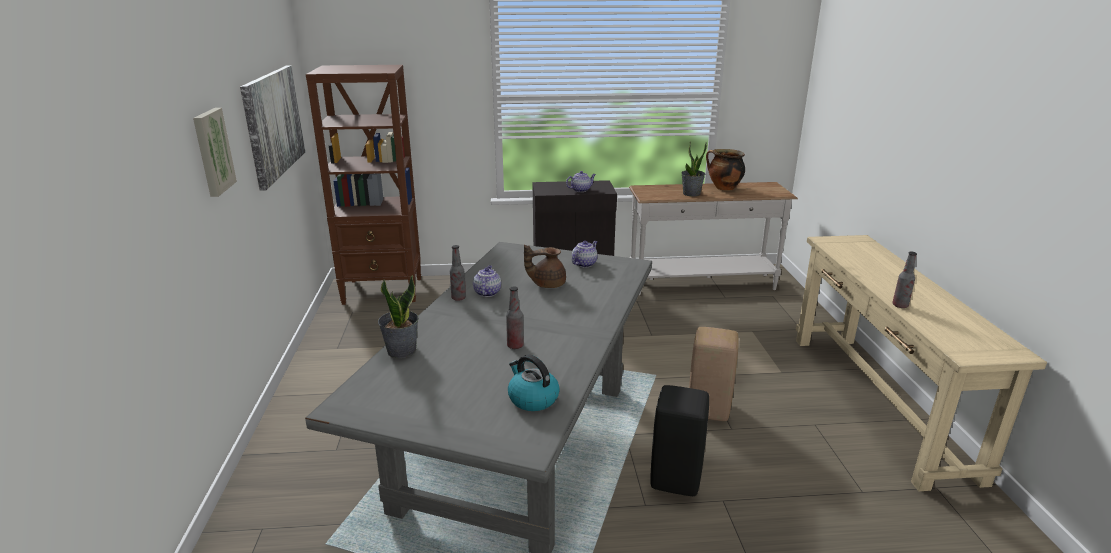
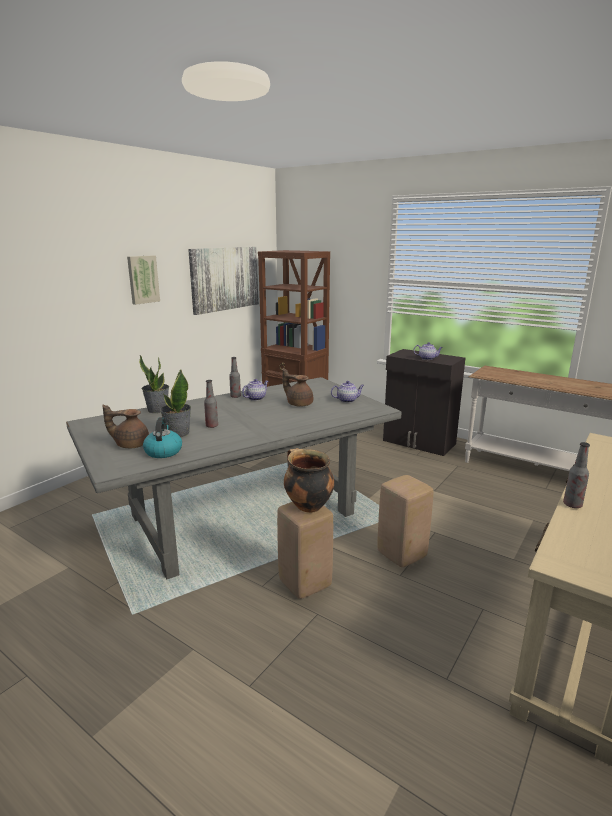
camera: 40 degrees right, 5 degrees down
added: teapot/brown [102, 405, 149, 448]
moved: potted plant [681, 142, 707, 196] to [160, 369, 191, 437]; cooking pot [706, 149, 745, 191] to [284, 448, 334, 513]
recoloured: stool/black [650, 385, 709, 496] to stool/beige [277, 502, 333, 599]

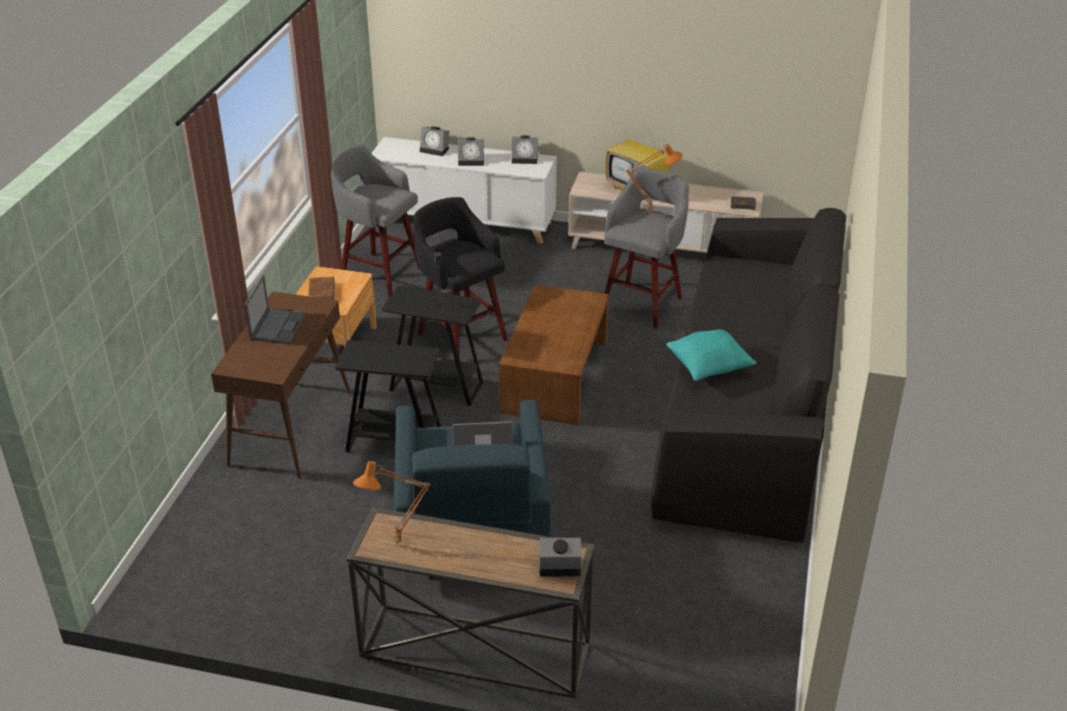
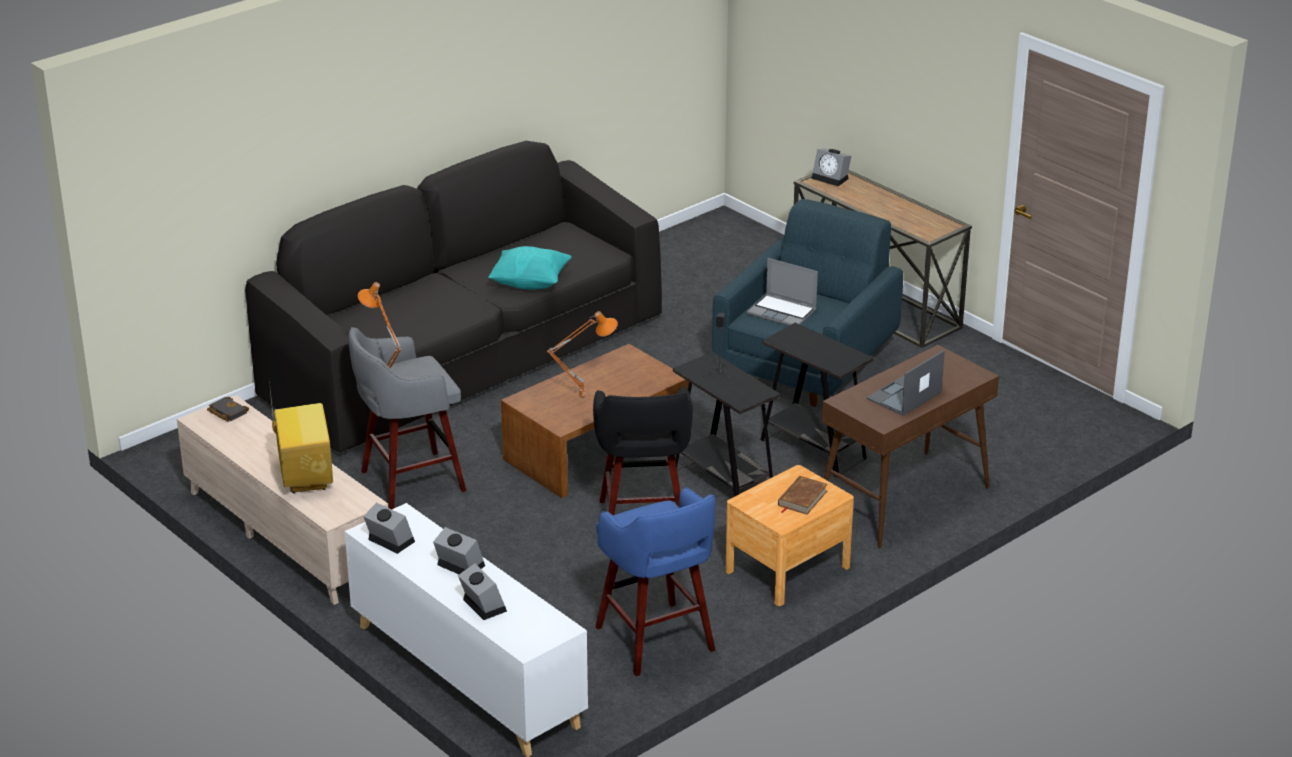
camera: 145 degrees left, 5 degrees down
moved: table lamp/orange [353, 461, 431, 545] to [547, 311, 618, 400]
recoloured: stool/grey [331, 144, 419, 297] to stool/blue [595, 487, 715, 676]

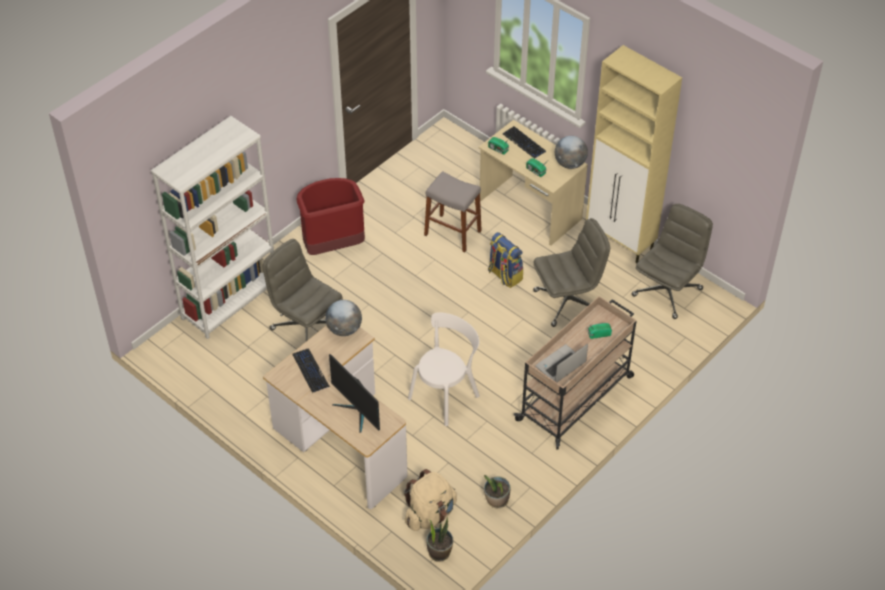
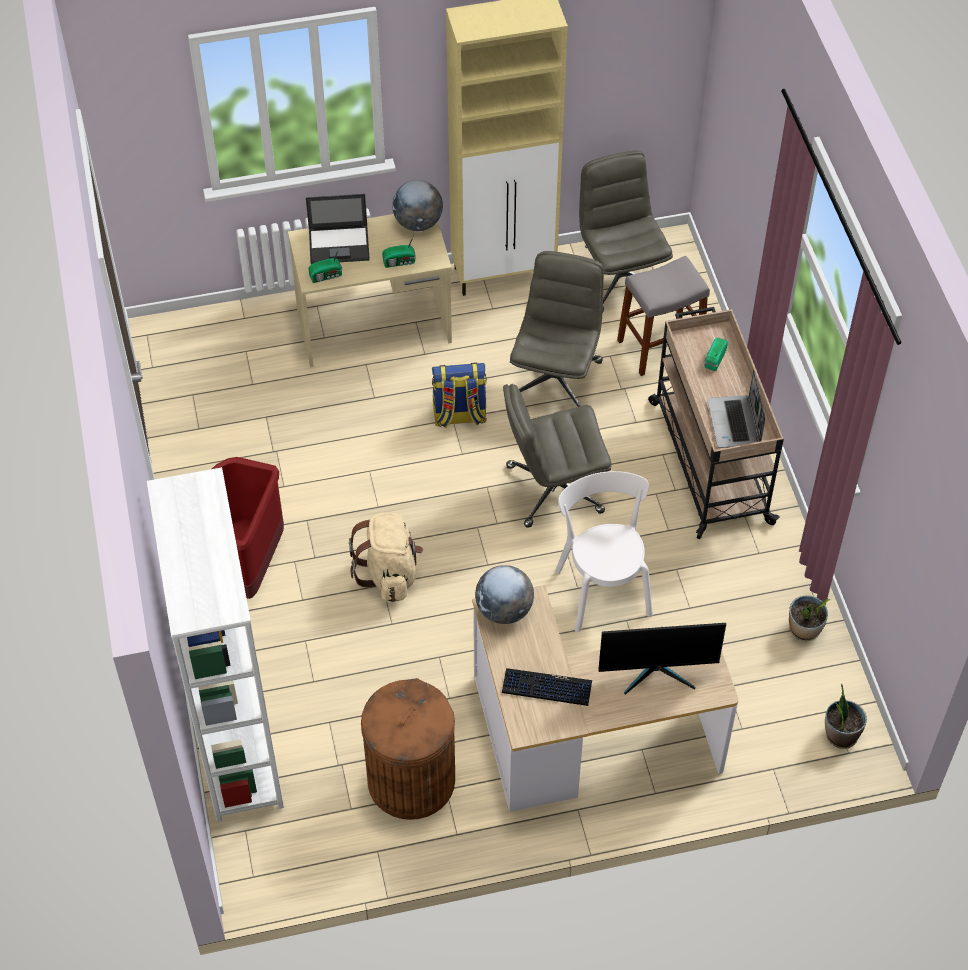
camera: 55 degrees left, 5 degrees up
added: trash can/brown [361, 678, 455, 820]
moved: backpack/beige [404, 469, 457, 531] to [349, 512, 423, 602]; office chair/grey [263, 239, 343, 341] to [503, 384, 612, 528]; stool/grey [424, 171, 482, 252] to [617, 256, 710, 376]
replaced: keyboard [503, 126, 546, 159] to laptop [306, 194, 370, 264]

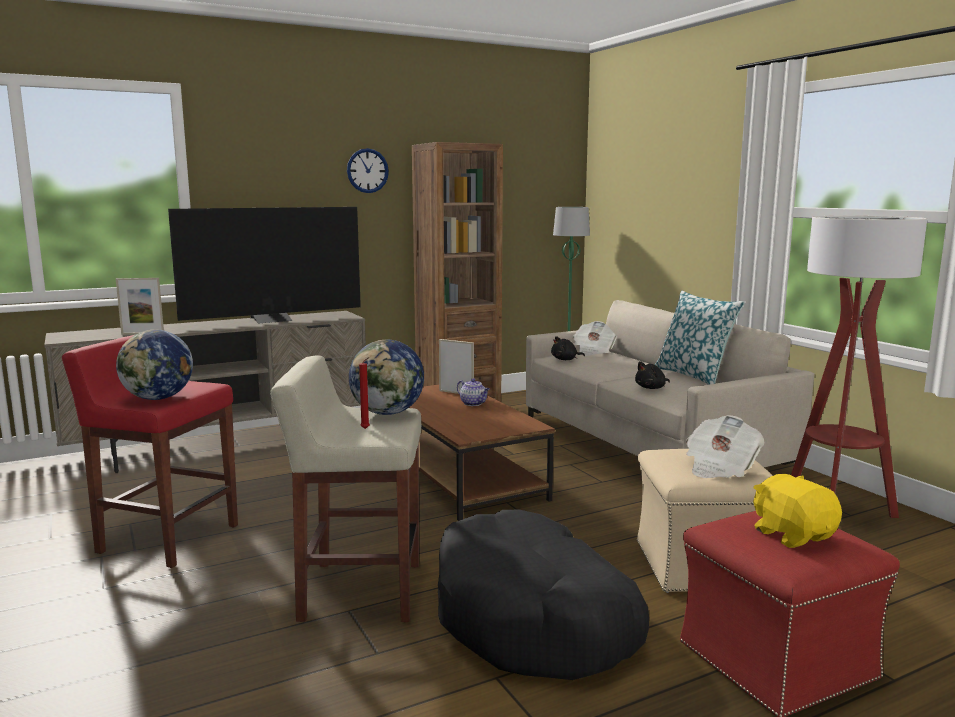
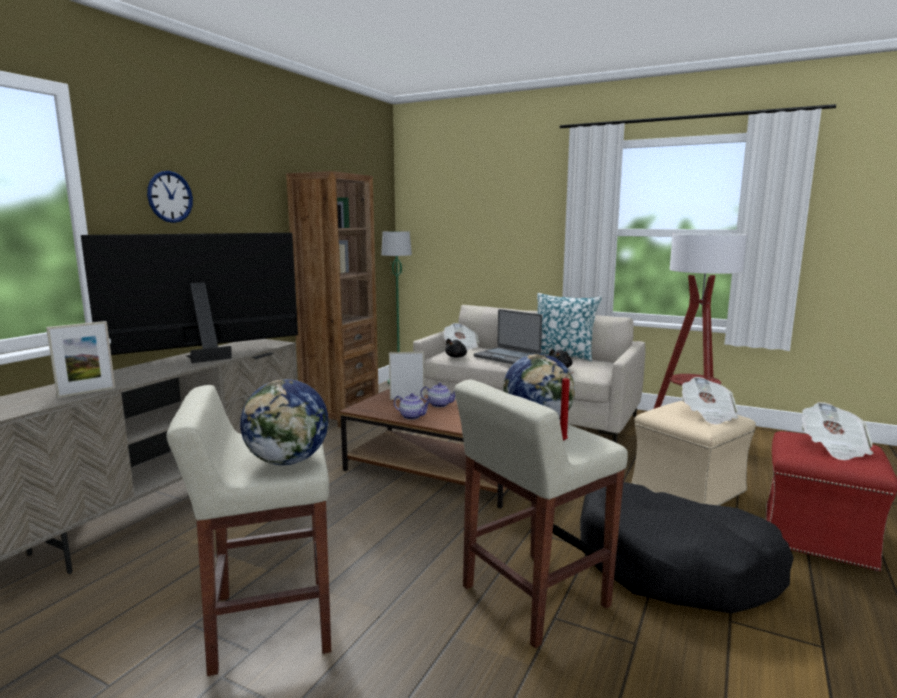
camera: 35 degrees left, 0 degrees up
added: teapot [394, 393, 431, 420]; laptop [474, 309, 542, 364]
moved: wall clock [347, 148, 389, 193] to [147, 171, 193, 223]
replaced: plush toy/yellow [753, 474, 842, 548] to newspaper [801, 402, 873, 460]
recoloured: stool/red [62, 335, 238, 568] to stool/beige [166, 385, 331, 676]
turned: television [168, 207, 361, 323] = [81, 233, 298, 363] 150 degrees counterclockwise

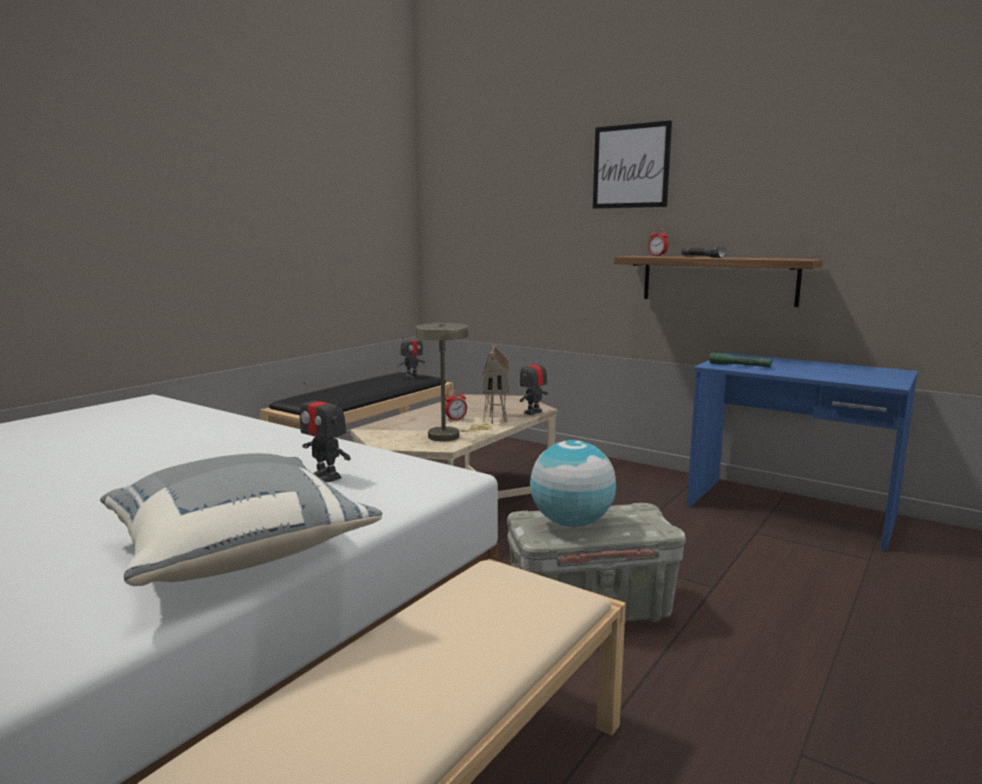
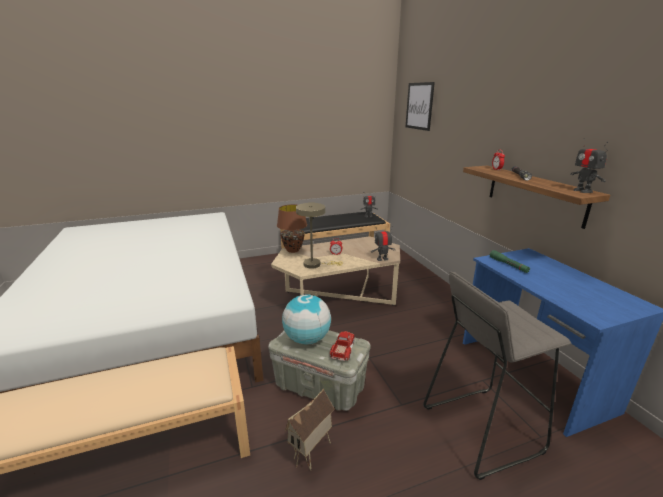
camera: 35 degrees right, 10 degrees up
removed: pillow/grey [100, 453, 382, 586]
added: table lamp/brown [277, 204, 307, 253]; toy truck [329, 331, 354, 361]; stool/grey [423, 271, 571, 480]
moved: toy house [483, 346, 510, 424] to [285, 389, 334, 471]; picture [593, 120, 672, 209] to [406, 82, 435, 131]; toy robot [300, 382, 351, 482] to [570, 138, 608, 193]

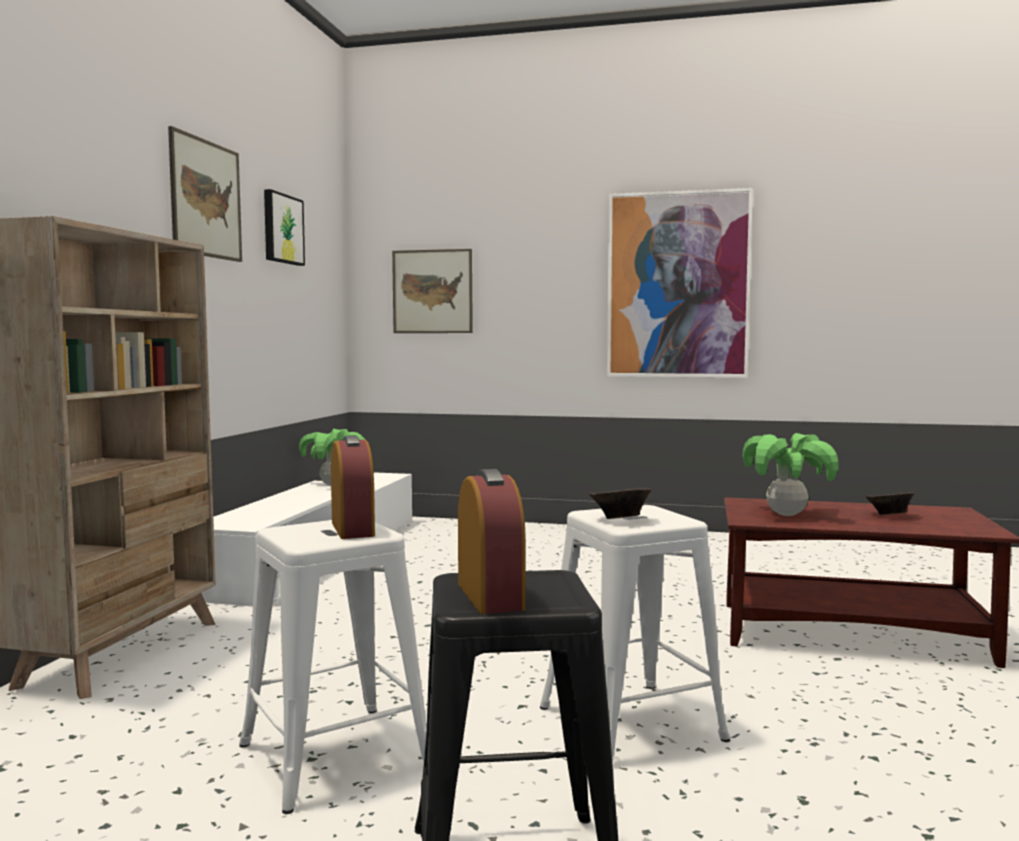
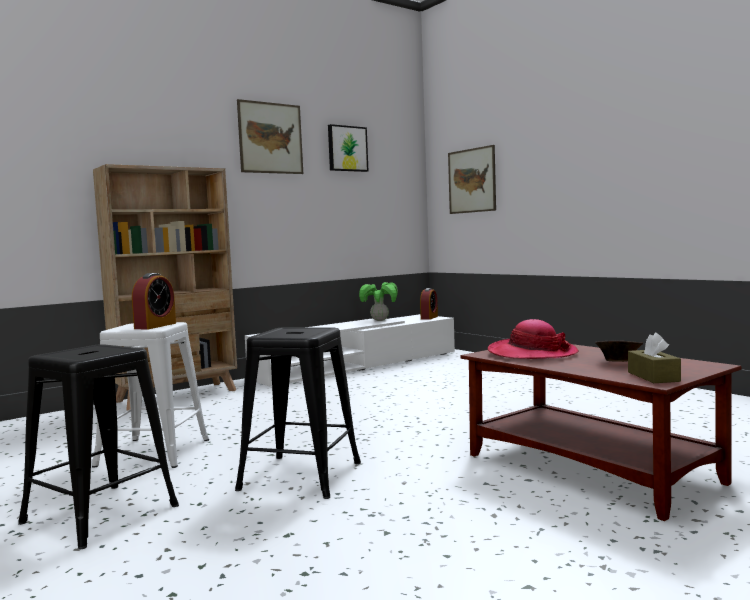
camera: 40 degrees right, 0 degrees up
removed: bowl/brown [589, 488, 651, 519]; picture [607, 188, 753, 378]
added: tissue box/brown [628, 332, 681, 383]
moved: alarm clock [458, 469, 525, 614] to [420, 288, 438, 320]
replaced: potted plant [742, 433, 838, 516] to hat [488, 319, 579, 359]
recoloured: stool/white [540, 505, 730, 759] to stool/black [235, 327, 361, 499]

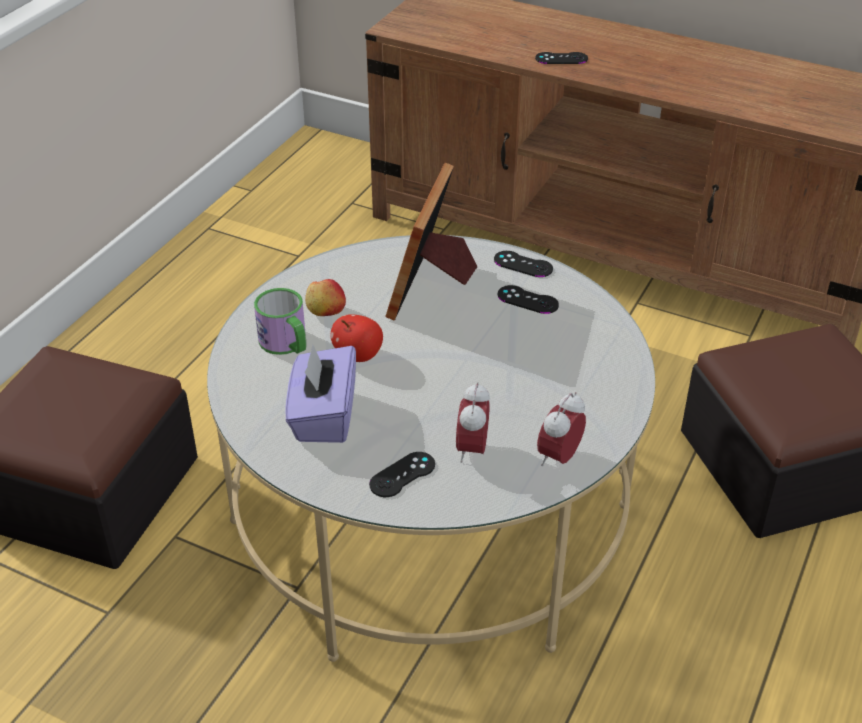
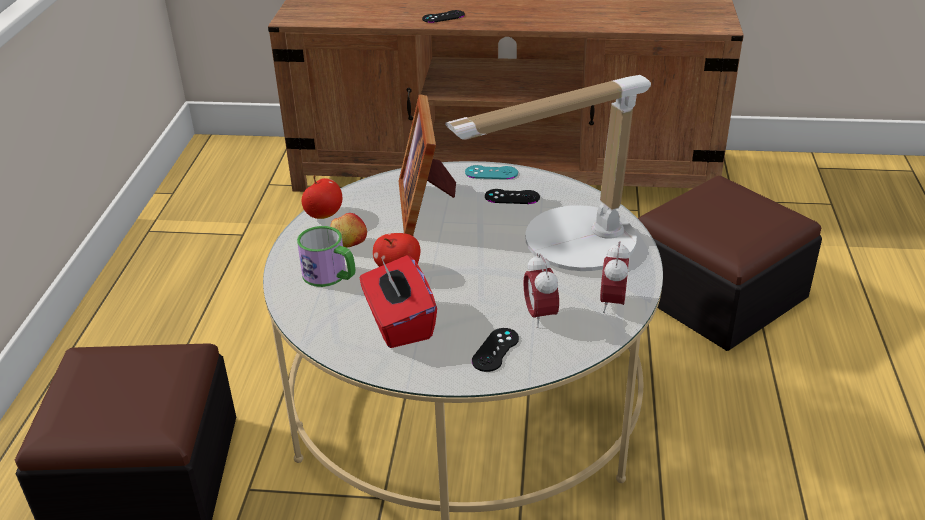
camera: 20 degrees left, 5 degrees down
added: apple [302, 175, 342, 219]; table lamp [445, 75, 651, 271]
recoloured: tissue box/purple [285, 344, 356, 443] to tissue box/red [360, 255, 437, 348]; game controller/black [494, 251, 553, 277] to game controller/turquoise [465, 165, 518, 179]

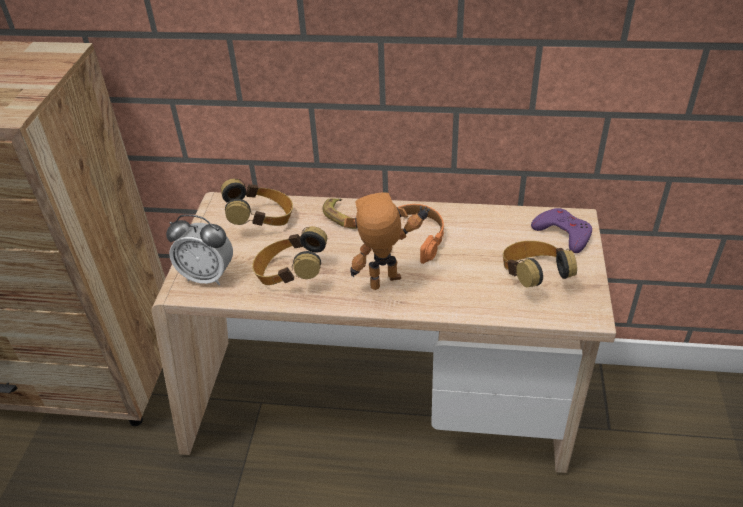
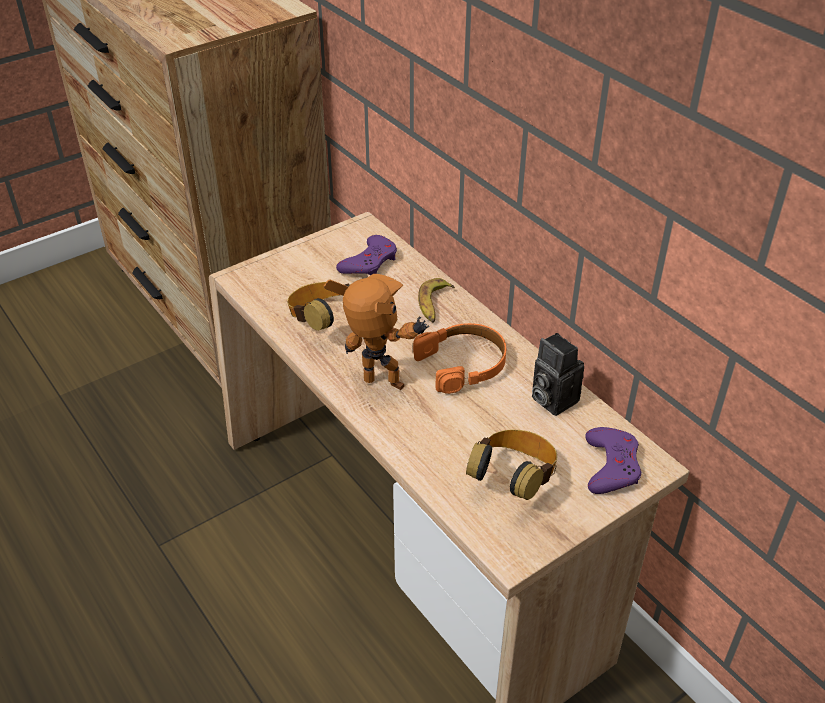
camera: 45 degrees right, 0 degrees up
removed: alarm clock [166, 214, 233, 285]
added: photo camera [532, 333, 584, 416]
replaced: headphones [221, 179, 293, 226] to game controller/purple [336, 235, 397, 275]

